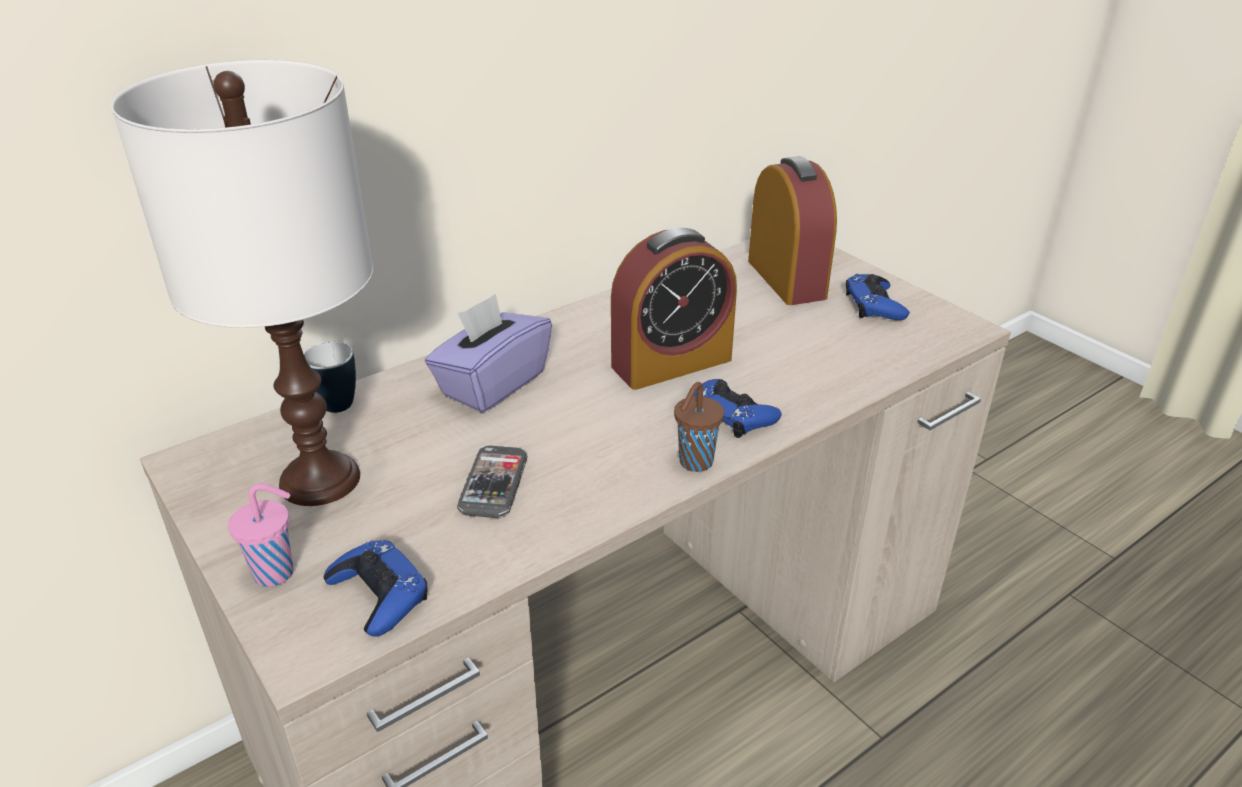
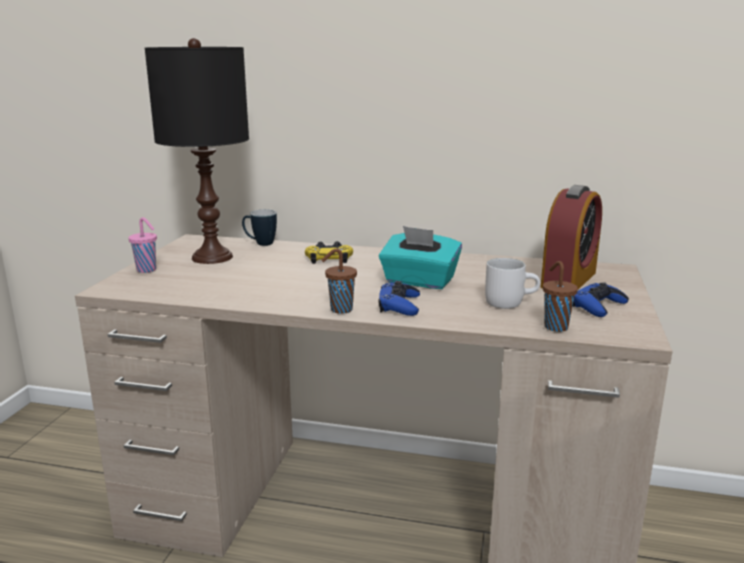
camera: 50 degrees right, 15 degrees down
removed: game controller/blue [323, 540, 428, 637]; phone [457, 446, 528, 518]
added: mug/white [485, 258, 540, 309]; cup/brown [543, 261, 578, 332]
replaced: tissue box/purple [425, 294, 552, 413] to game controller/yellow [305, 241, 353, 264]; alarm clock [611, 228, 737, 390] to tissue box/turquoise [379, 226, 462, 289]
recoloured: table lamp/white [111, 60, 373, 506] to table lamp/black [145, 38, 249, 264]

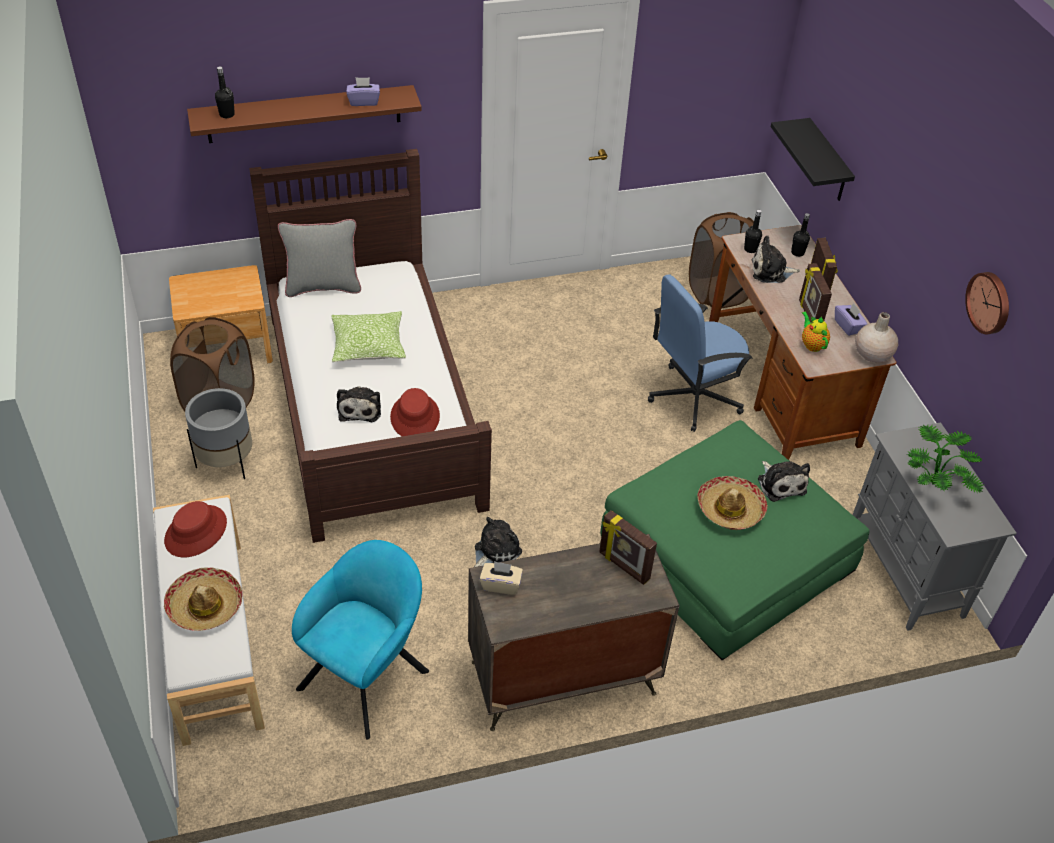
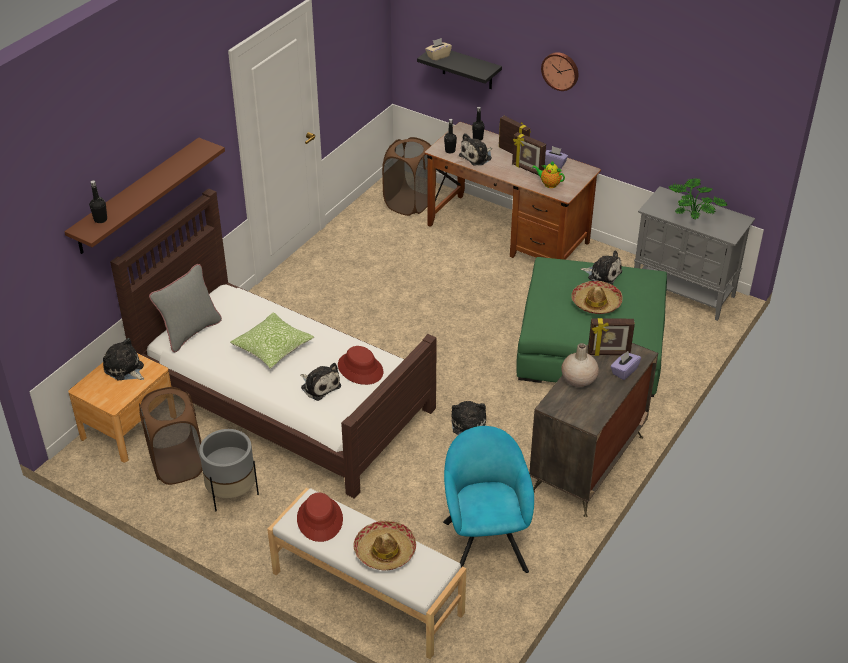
camera: 40 degrees left, 5 degrees down
removed: office chair/blue [648, 274, 753, 432]
added: plush toy [103, 338, 144, 381]
moved: tissue box/beige [480, 561, 523, 595] to [425, 38, 452, 61]; wall clock [965, 272, 1009, 334] to [541, 52, 579, 91]; vase/beige [855, 312, 898, 362] to [561, 343, 599, 387]; tissue box/purple [346, 77, 380, 106] to [611, 351, 641, 380]

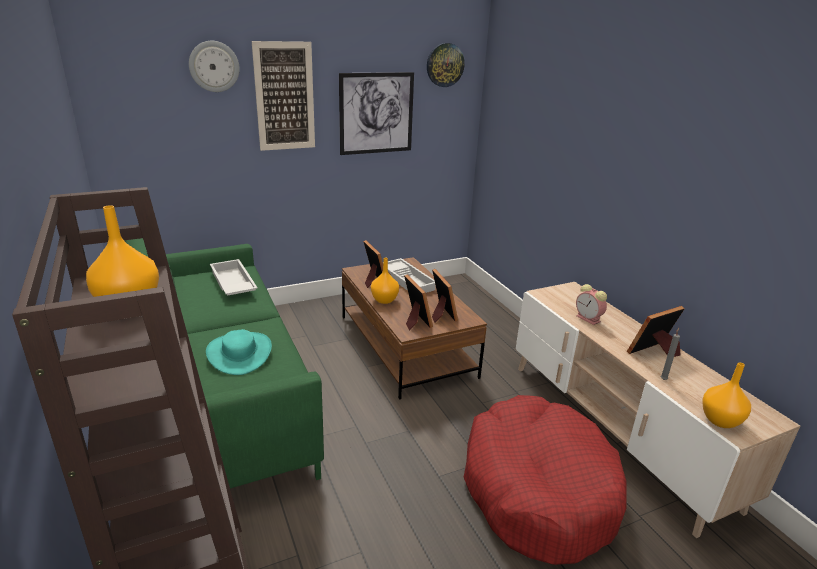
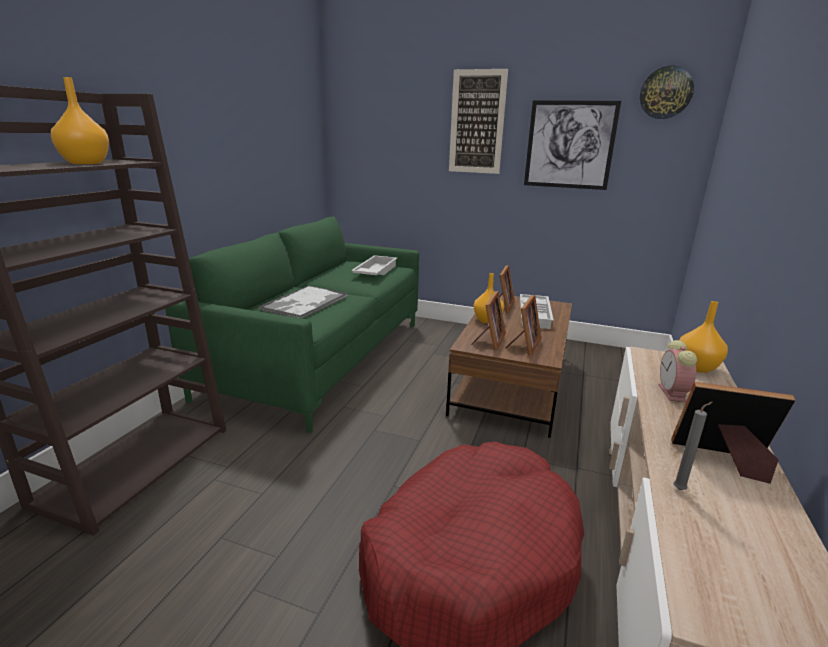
camera: 45 degrees right, 5 degrees down
removed: wall clock [189, 41, 240, 92]
moved: vase/orange [702, 362, 751, 428] to [678, 301, 728, 373]
replaced: hat/turquoise [206, 329, 272, 375] to tray [259, 286, 348, 319]

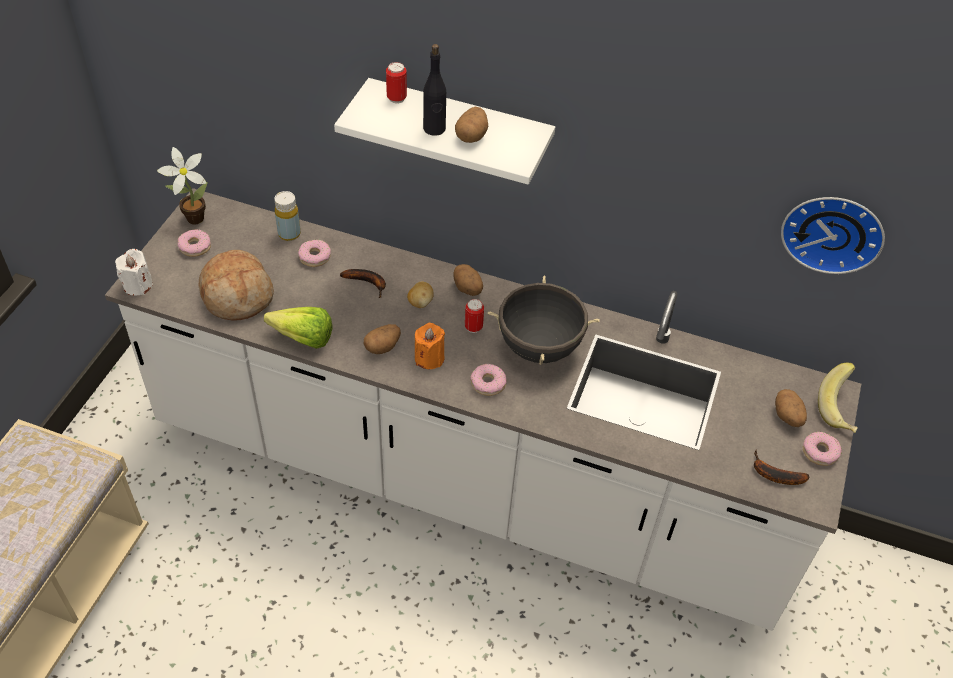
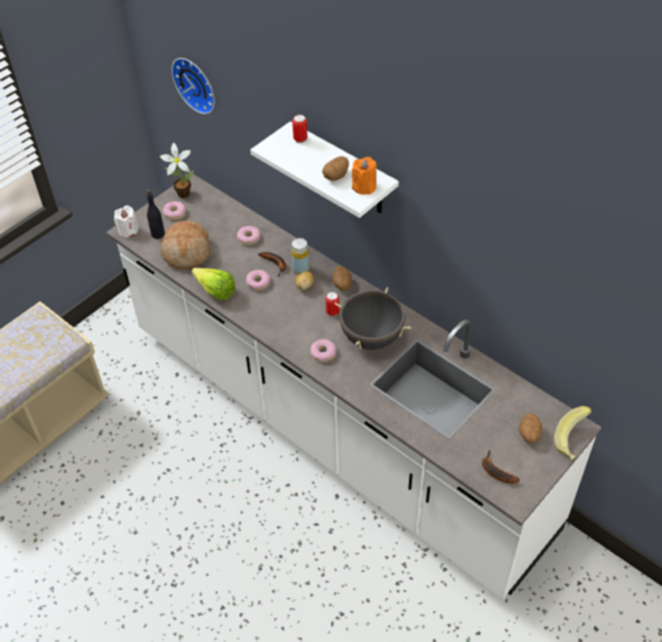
camera: 25 degrees right, 0 degrees up
removed: potato [364, 324, 401, 354]
moved: bottle/black [423, 44, 446, 136] to [147, 189, 165, 239]; wall clock [781, 197, 885, 274] to [171, 58, 215, 114]; donut [803, 432, 842, 466] to [246, 270, 270, 290]; bottle/yellow [274, 191, 301, 241] to [291, 238, 309, 274]; candle/orange [415, 323, 445, 369] to [352, 157, 377, 195]

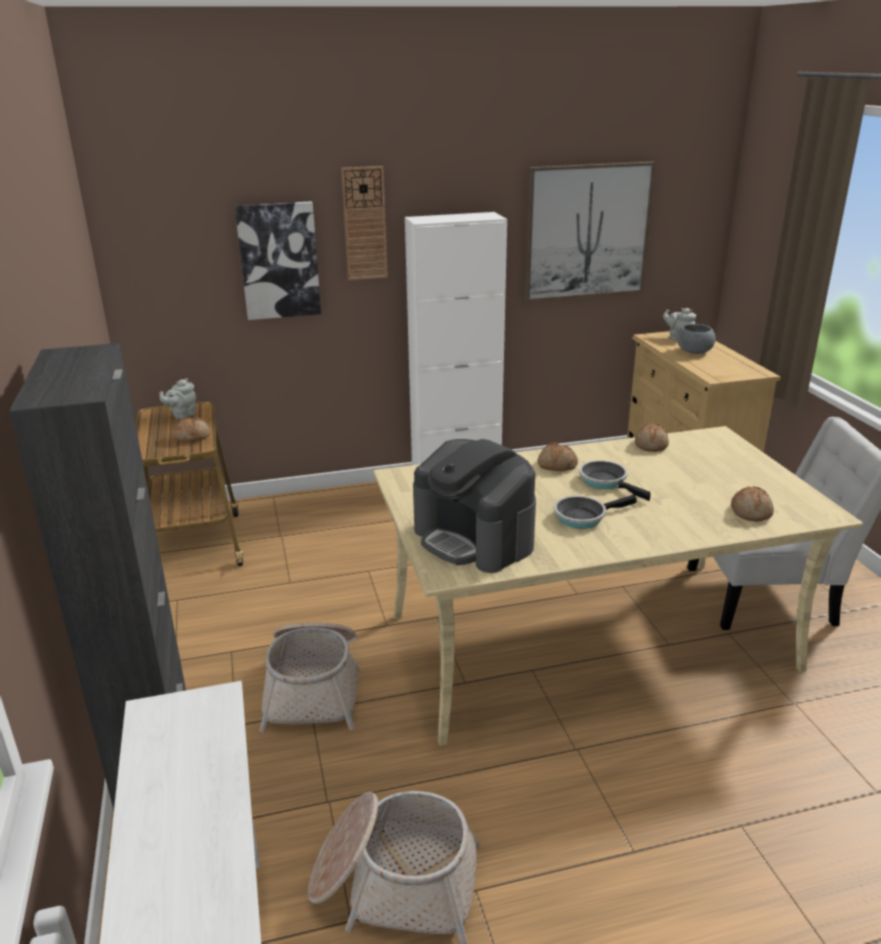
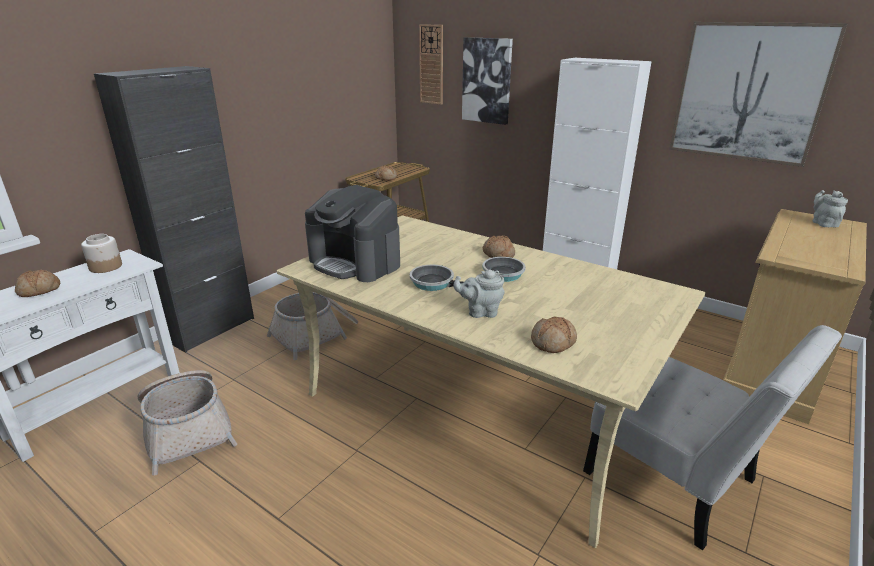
camera: 50 degrees right, 0 degrees up
removed: bowl/grey [677, 324, 716, 354]
added: jar [81, 234, 122, 273]
moved: bread [635, 423, 669, 452] to [15, 269, 60, 297]; wall clock [341, 166, 388, 280] to [419, 24, 443, 105]; teapot/grey [159, 378, 196, 419] to [453, 270, 505, 318]
turned: coffee machine [413, 439, 536, 573] = [305, 185, 400, 282] 60 degrees counterclockwise

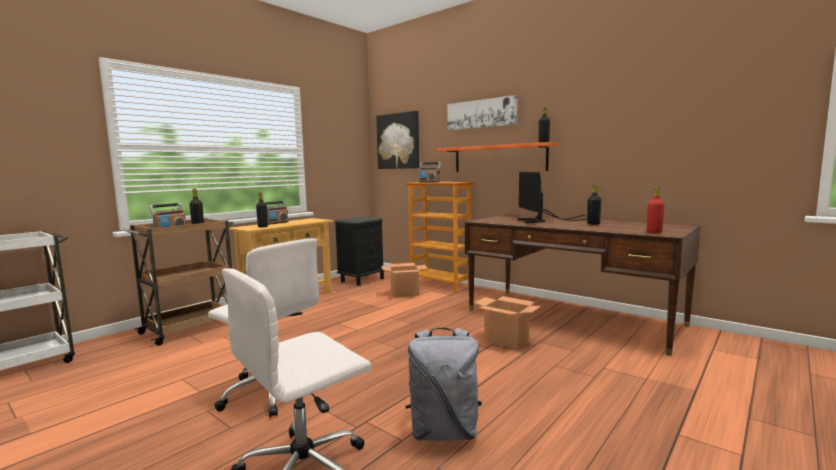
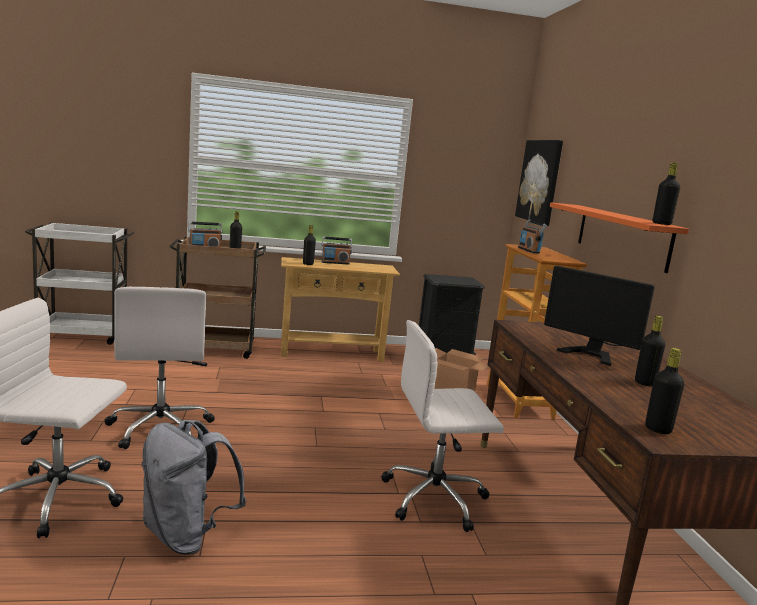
camera: 40 degrees right, 5 degrees up
removed: picture [447, 95, 518, 130]
replaced: cardboard box [474, 296, 541, 349] to office chair/white [381, 320, 504, 532]
recoloured: bottle/red [647, 187, 664, 233] to bottle/black [645, 348, 684, 434]
turned: monitor [517, 172, 587, 223] = [544, 266, 655, 366] 90 degrees counterclockwise

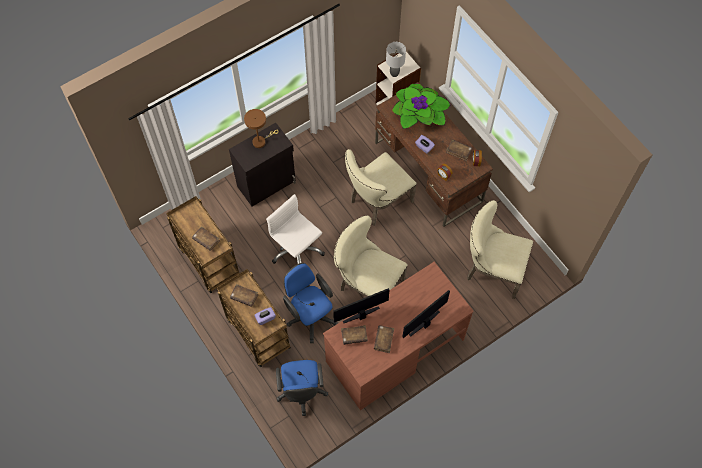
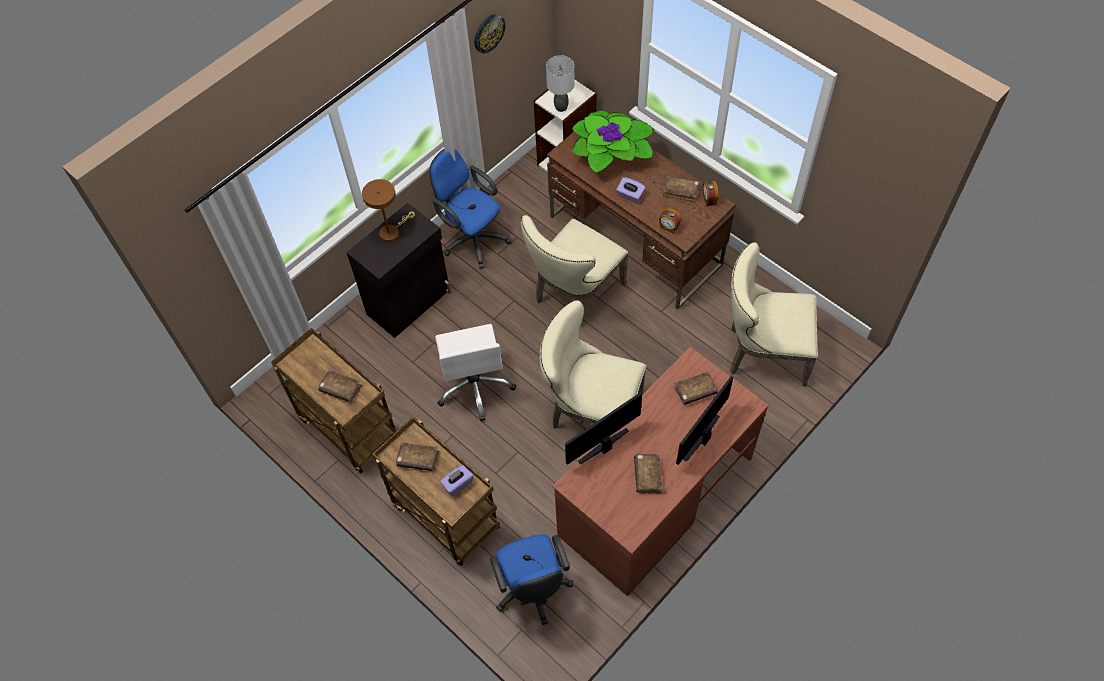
camera: 10 degrees left, 5 degrees down
added: wall clock [474, 14, 505, 53]
moved: office chair/blue [283, 263, 338, 343] to [429, 148, 511, 269]; book/brown [341, 325, 368, 345] to [674, 371, 718, 405]
turned: office chair/white [266, 194, 325, 264] = [435, 324, 516, 421] 135 degrees counterclockwise

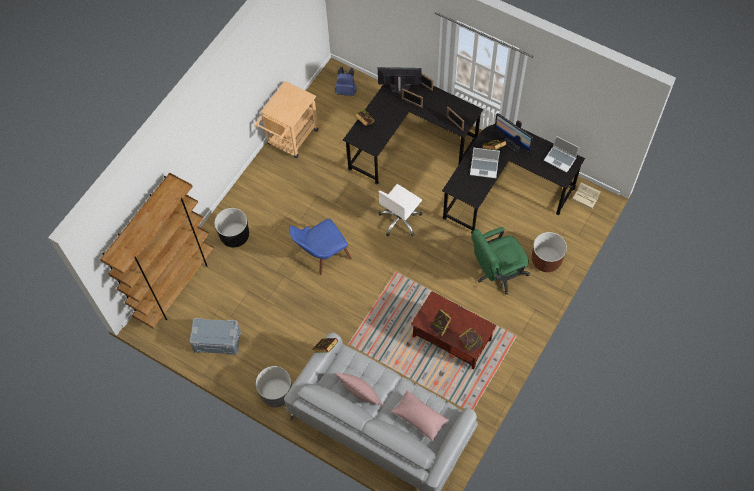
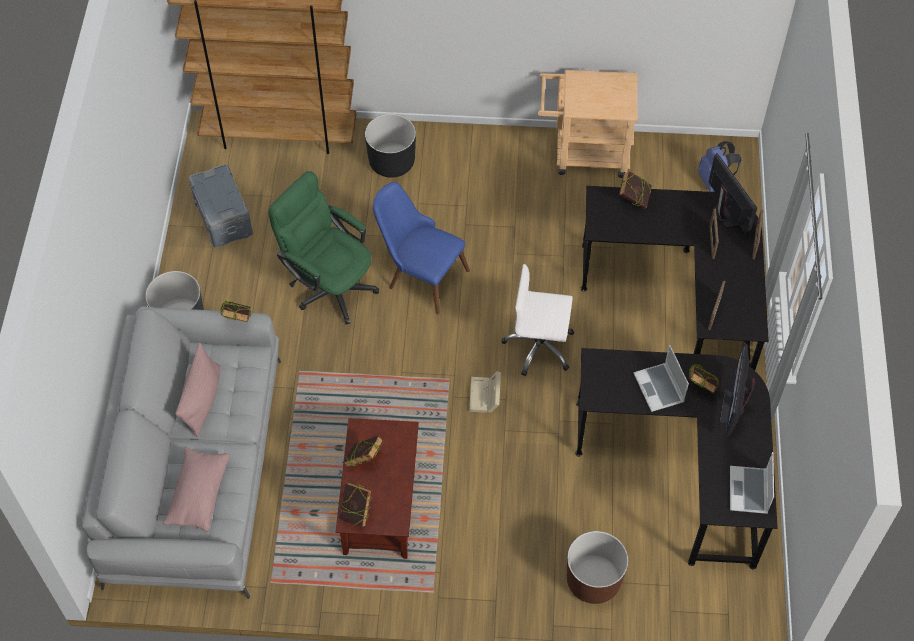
camera: 60 degrees right, 5 degrees down
moved: office chair/green [471, 227, 530, 295] to [268, 171, 379, 324]; storage box/beige [572, 182, 601, 209] to [469, 371, 501, 413]

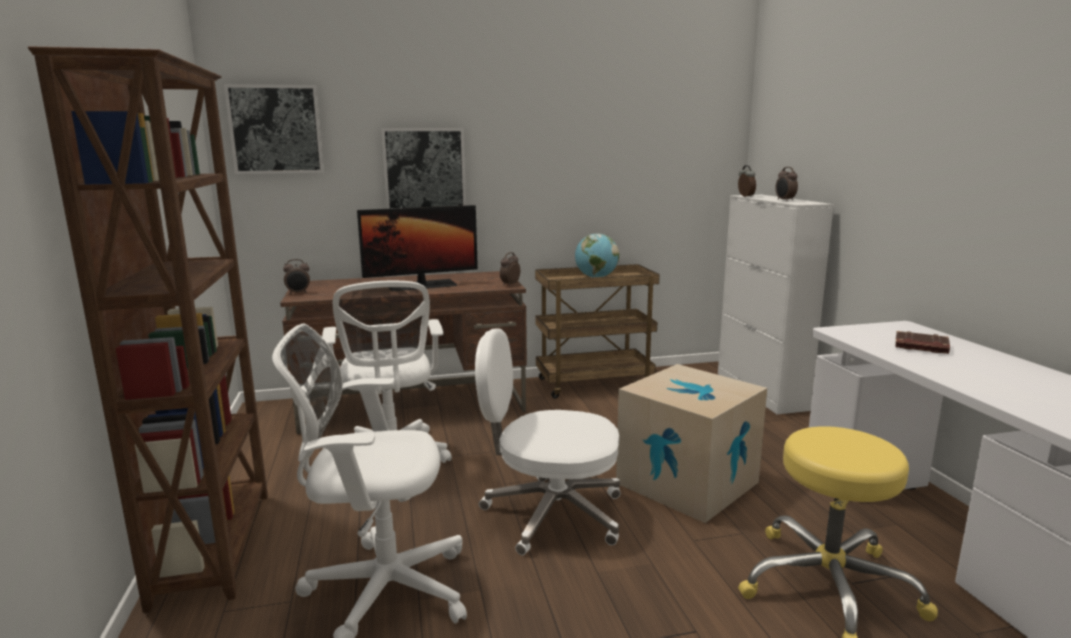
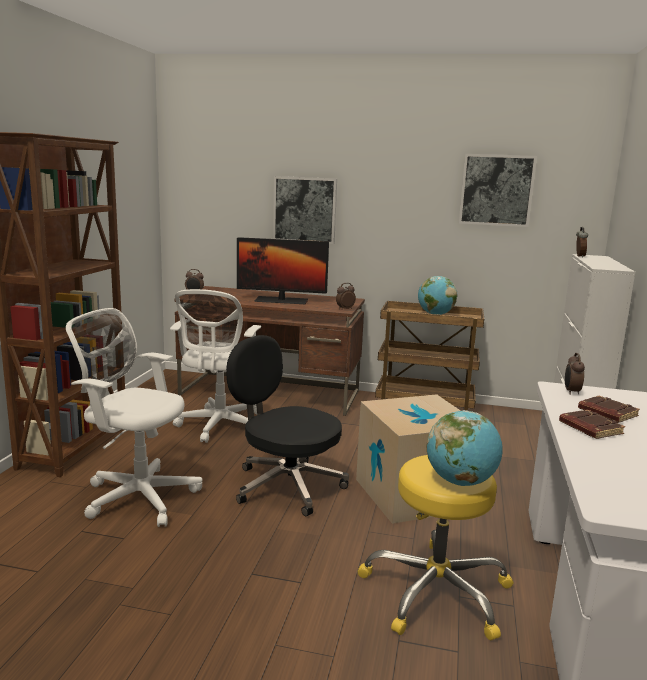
camera: 25 degrees right, 0 degrees up
added: globe [427, 410, 503, 486]; book/brown [559, 410, 625, 439]
moved: picture [224, 84, 324, 174] to [459, 154, 537, 227]; alarm clock [775, 167, 798, 201] to [565, 353, 585, 395]
recoloured: office chair/white [475, 328, 621, 555] to office chair/black [226, 335, 349, 516]

